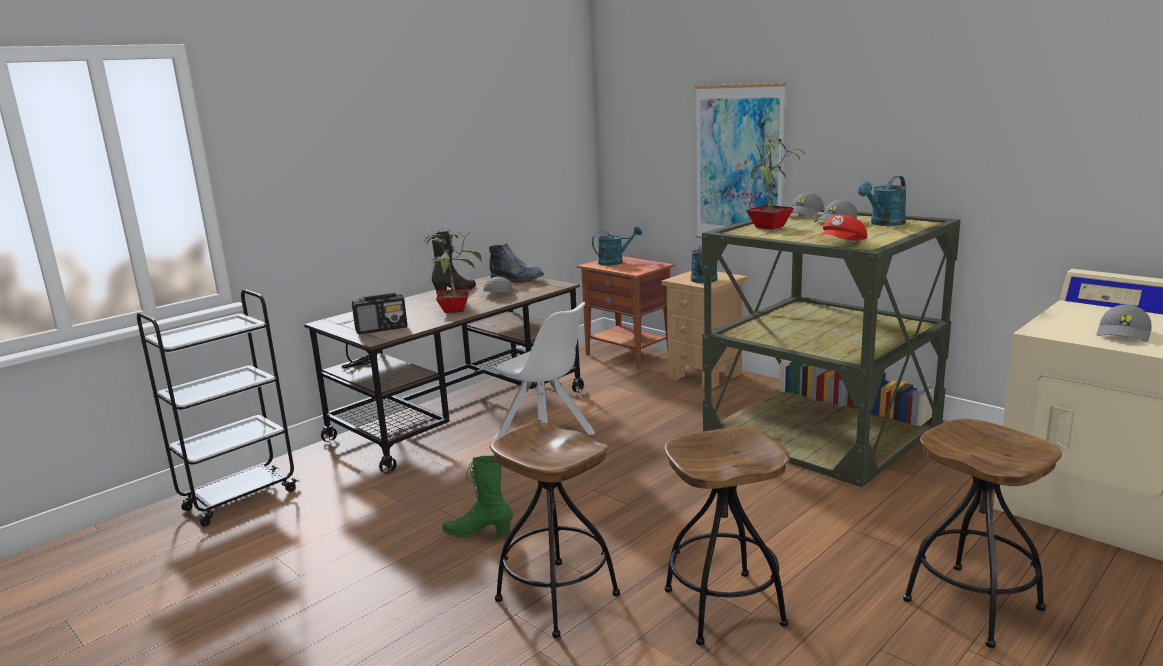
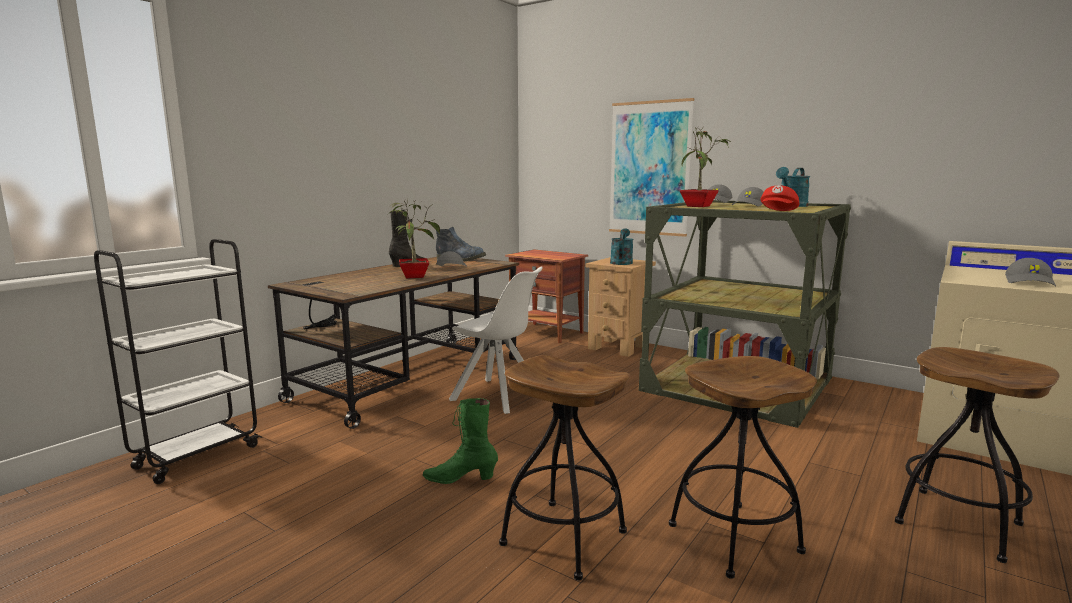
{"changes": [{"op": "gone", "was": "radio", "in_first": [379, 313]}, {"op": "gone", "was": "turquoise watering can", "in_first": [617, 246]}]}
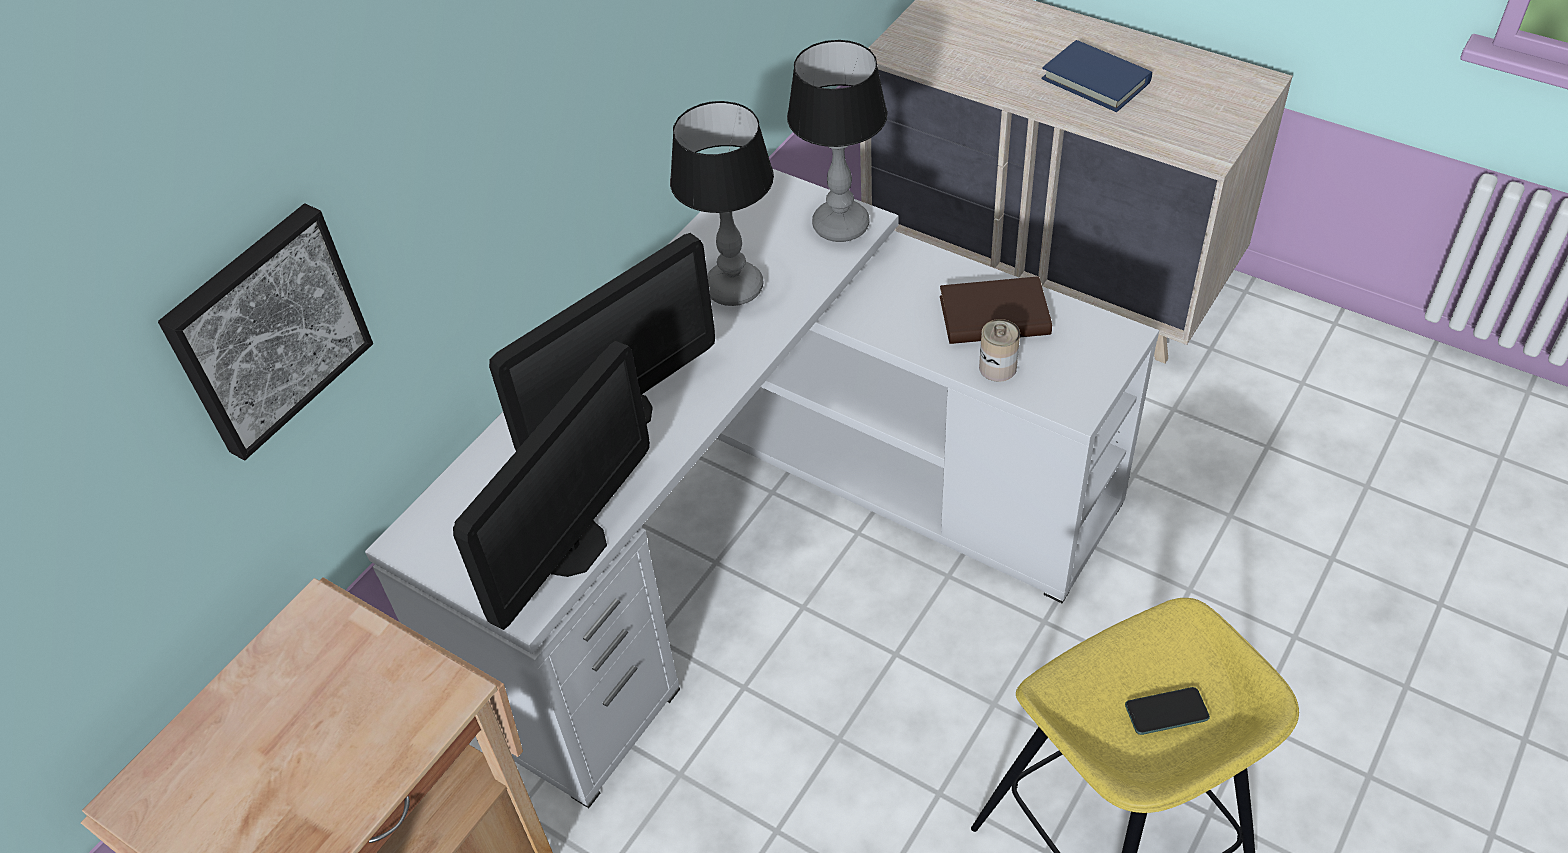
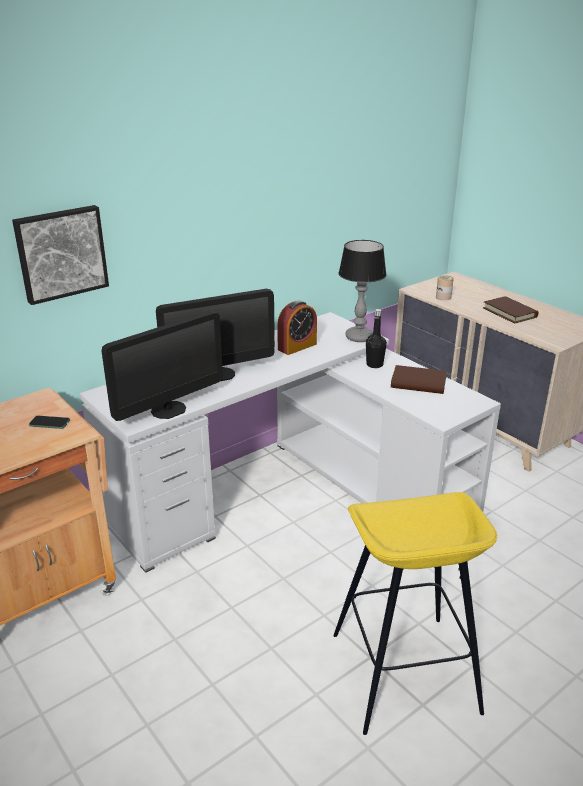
{"changes": [{"op": "swapped", "was": "table lamp", "now": "alarm clock", "in_first": [722, 203], "in_second": [297, 327]}, {"op": "shifted", "was": "can", "in_first": [999, 350], "in_second": [445, 287]}, {"op": "repainted", "was": "blue book", "now": "brown book", "in_first": [1096, 76], "in_second": [510, 310]}, {"op": "shifted", "was": "phone", "in_first": [1167, 711], "in_second": [49, 422]}, {"op": "new", "now": "black bottle", "in_second": [376, 338]}]}
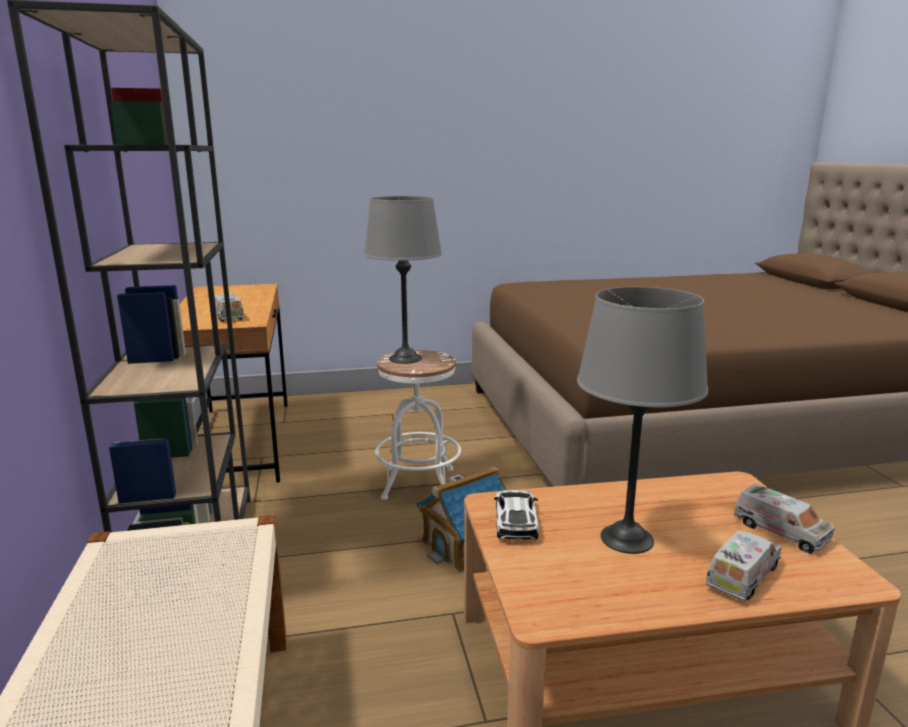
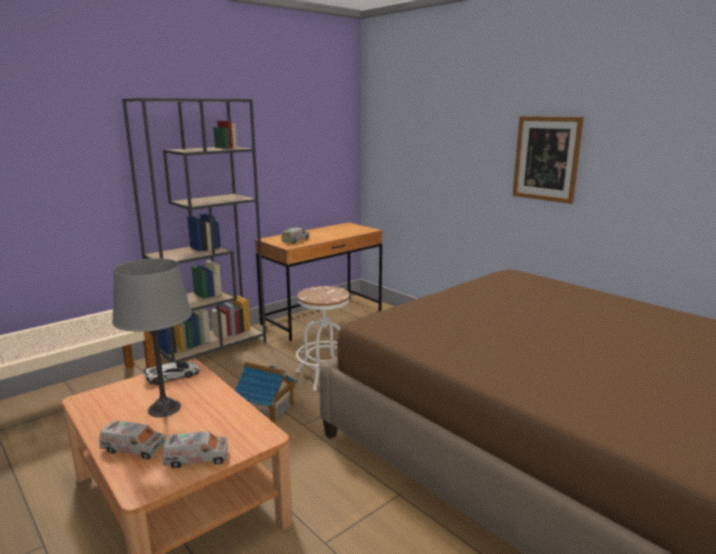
{"changes": [{"op": "gone", "was": "grey table lamp", "in_first": [403, 280]}, {"op": "rotated", "was": "toy truck", "in_first": [784, 519], "in_second": [195, 449], "clockwise": -120}, {"op": "new", "now": "picture", "in_second": [548, 160]}]}
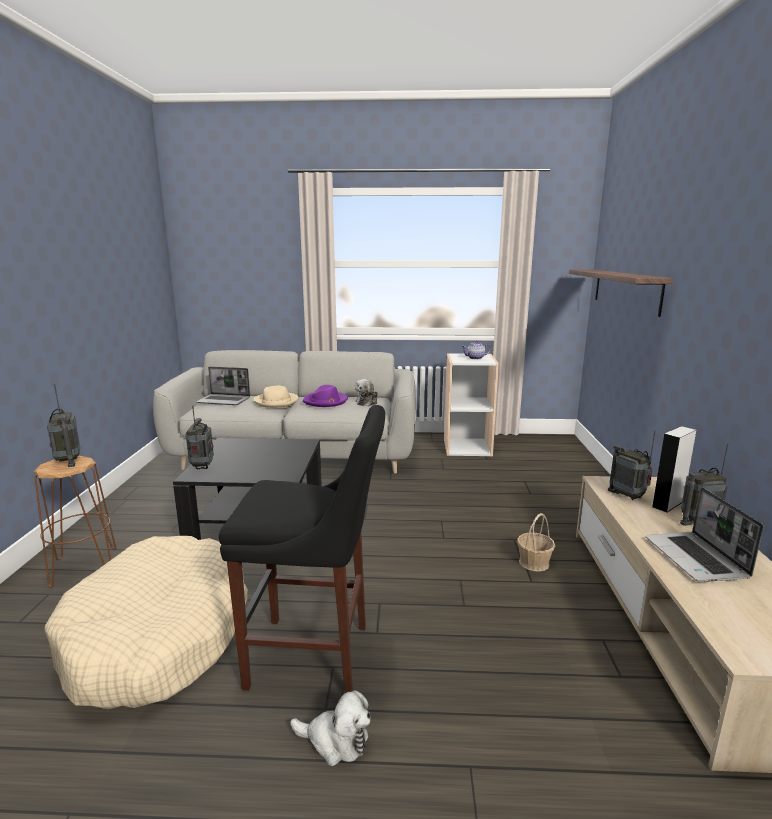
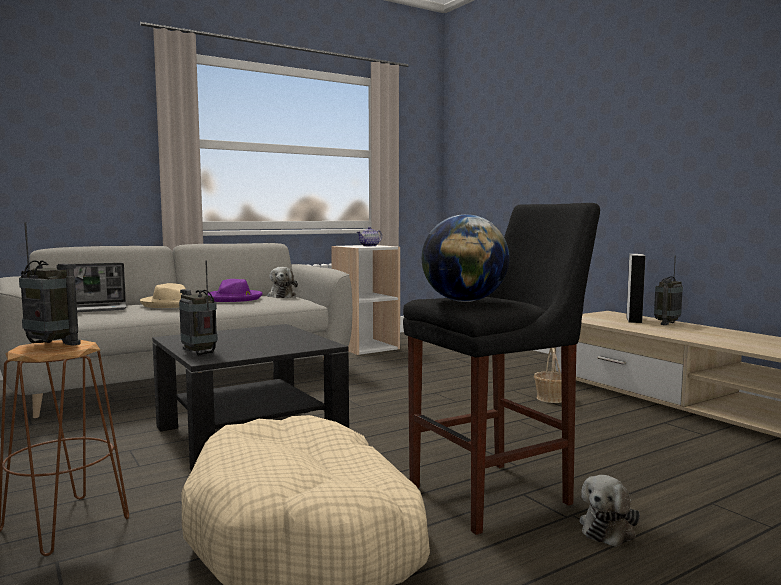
{"changes": [{"op": "rotated", "was": "plush toy", "in_first": [330, 728], "in_second": [610, 511], "clockwise": 150}, {"op": "gone", "was": "shelf", "in_first": [621, 293]}, {"op": "gone", "was": "radio", "in_first": [632, 465]}, {"op": "gone", "was": "laptop", "in_first": [705, 534]}, {"op": "new", "now": "globe", "in_second": [466, 258]}]}
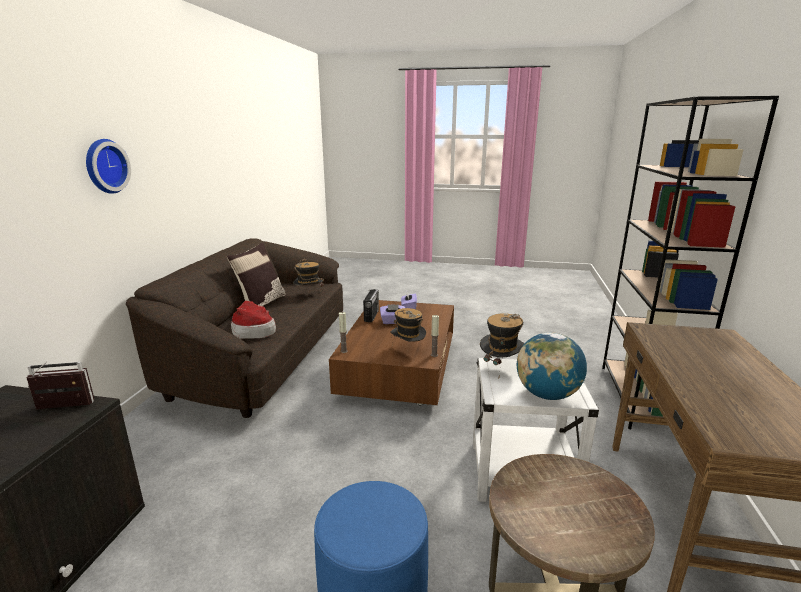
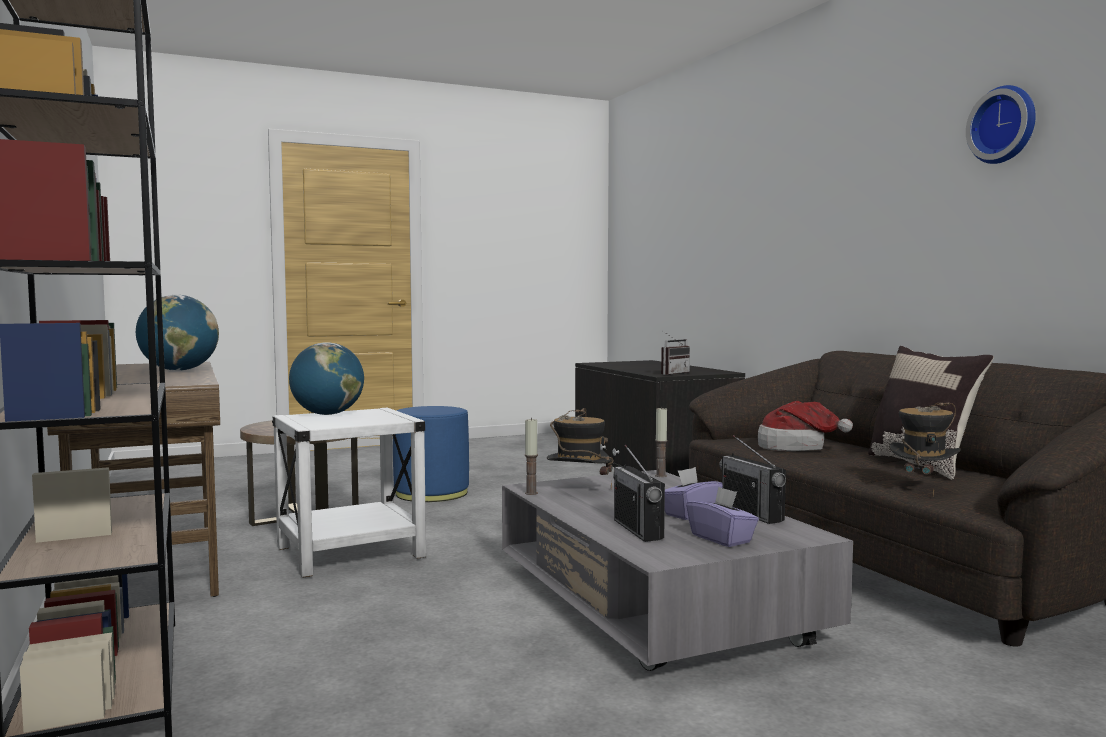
{"changes": [{"op": "shifted", "was": "wall clock", "in_first": [108, 166], "in_second": [1001, 124]}, {"op": "repainted", "was": "brown coffee table", "now": "grey coffee table", "in_first": [391, 352], "in_second": [677, 570]}, {"op": "gone", "was": "hat", "in_first": [502, 345]}, {"op": "new", "now": "globe", "in_second": [177, 333]}, {"op": "new", "now": "radio", "in_second": [639, 493]}]}
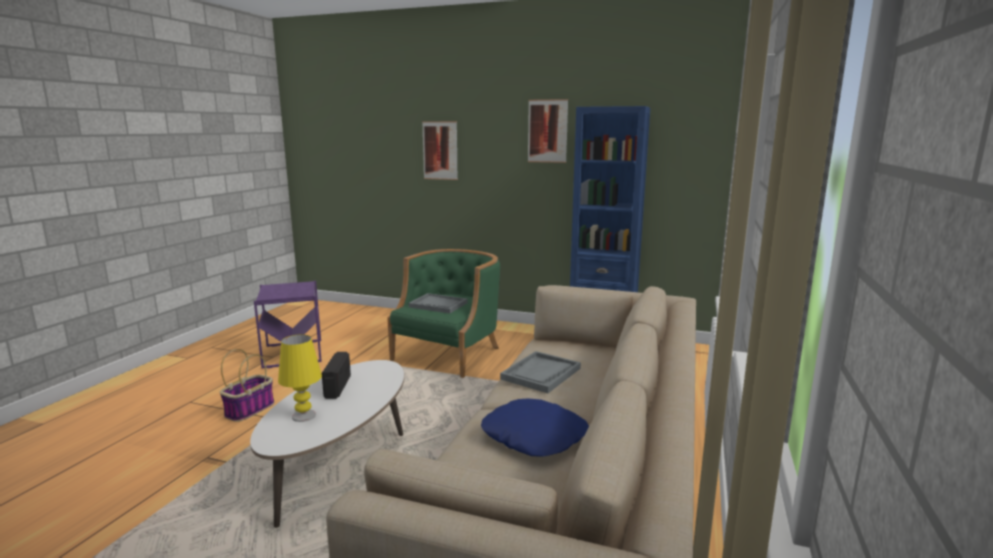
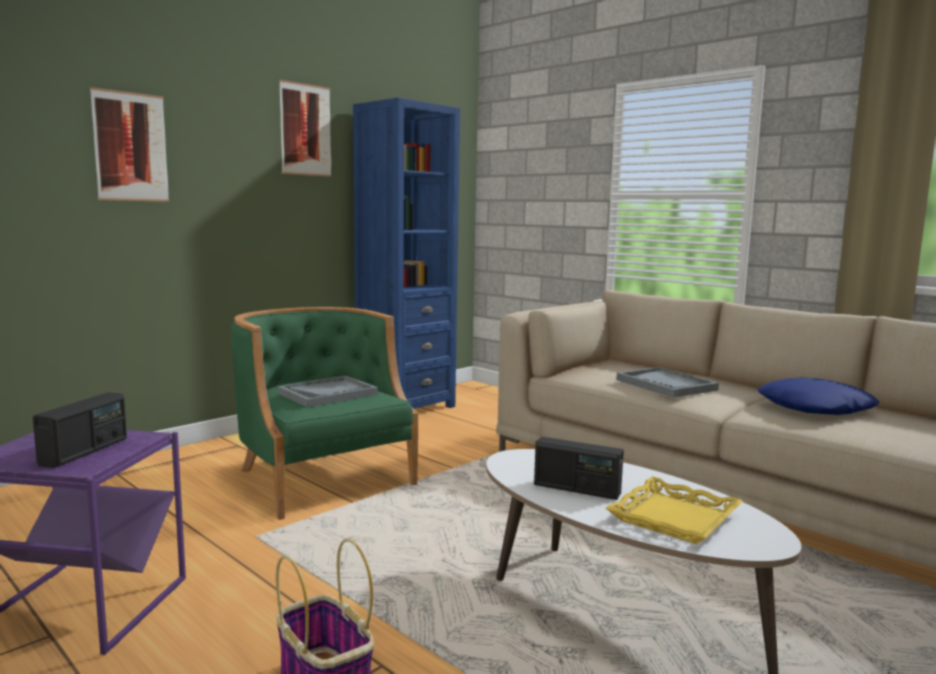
{"changes": [{"op": "swapped", "was": "yellow table lamp", "now": "yellow tray", "in_first": [300, 378], "in_second": [674, 510]}, {"op": "new", "now": "radio", "in_second": [80, 430]}]}
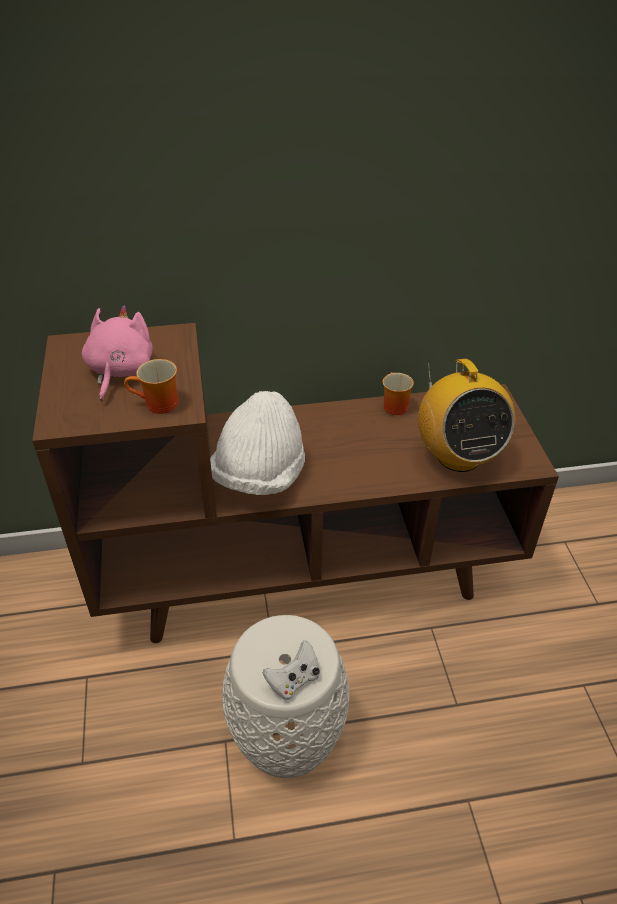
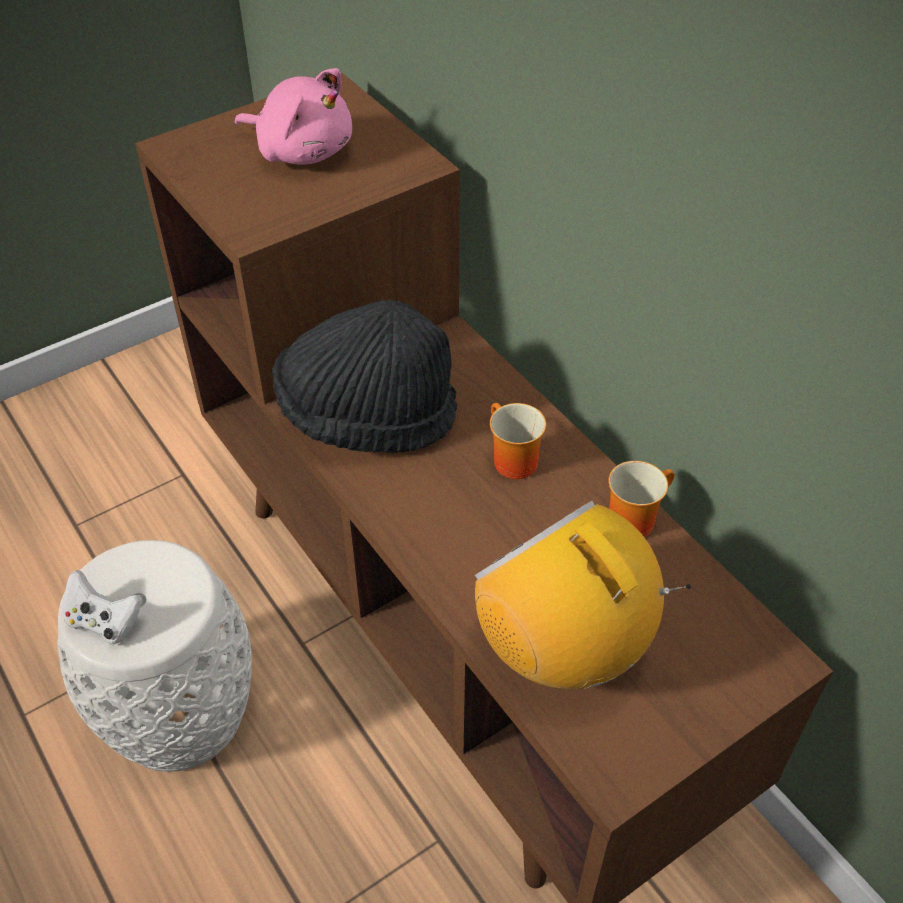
{"changes": [{"op": "rotated", "was": "pink plush toy", "in_first": [117, 353], "in_second": [293, 116], "clockwise": 45}, {"op": "shifted", "was": "mug", "in_first": [151, 386], "in_second": [518, 441]}, {"op": "repainted", "was": "white hat", "now": "black hat", "in_first": [257, 443], "in_second": [365, 376]}, {"op": "rotated", "was": "radio", "in_first": [466, 415], "in_second": [583, 595], "clockwise": 90}]}
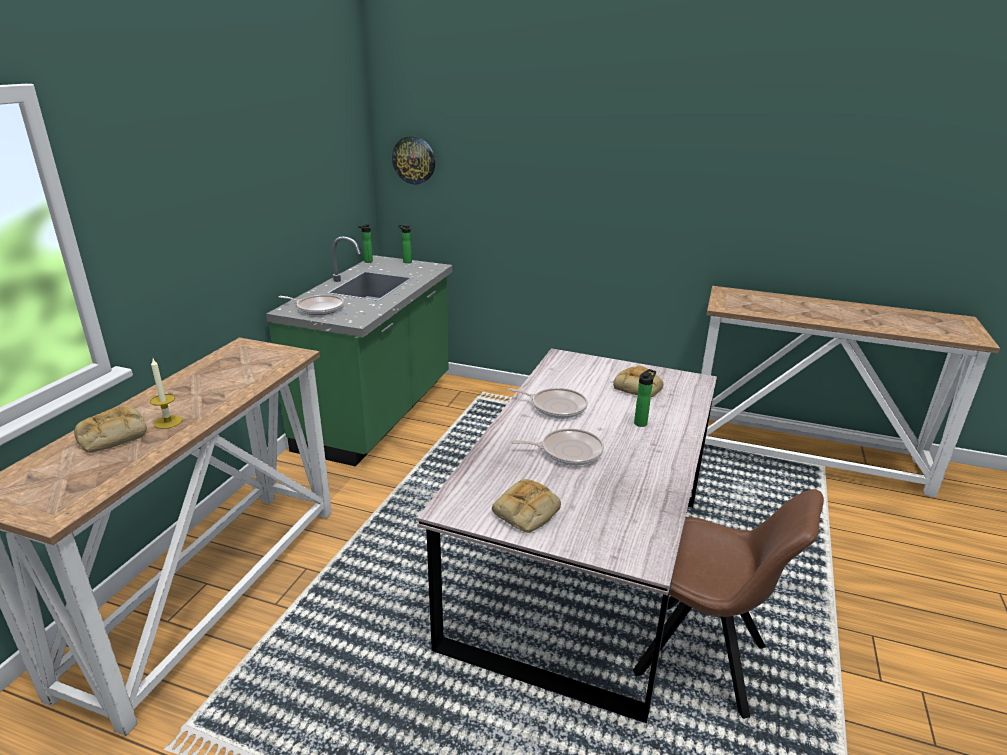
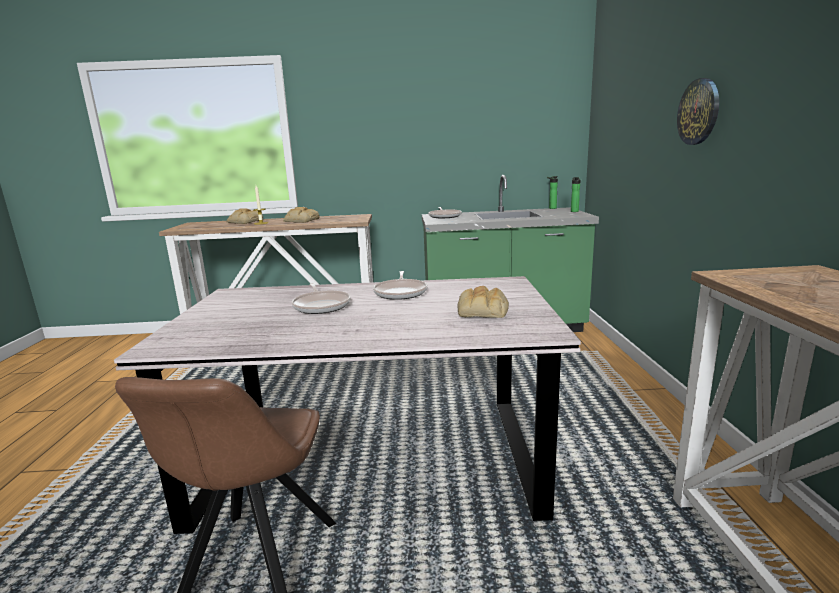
{"changes": [{"op": "shifted", "was": "wall clock", "in_first": [413, 160], "in_second": [698, 111]}, {"op": "shifted", "was": "bread", "in_first": [526, 506], "in_second": [301, 215]}, {"op": "gone", "was": "bottle", "in_first": [645, 398]}]}
